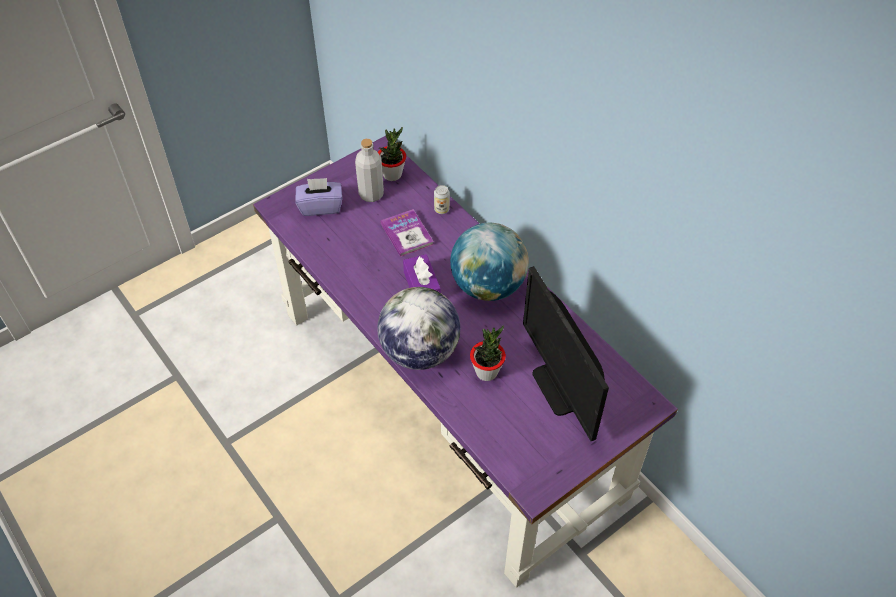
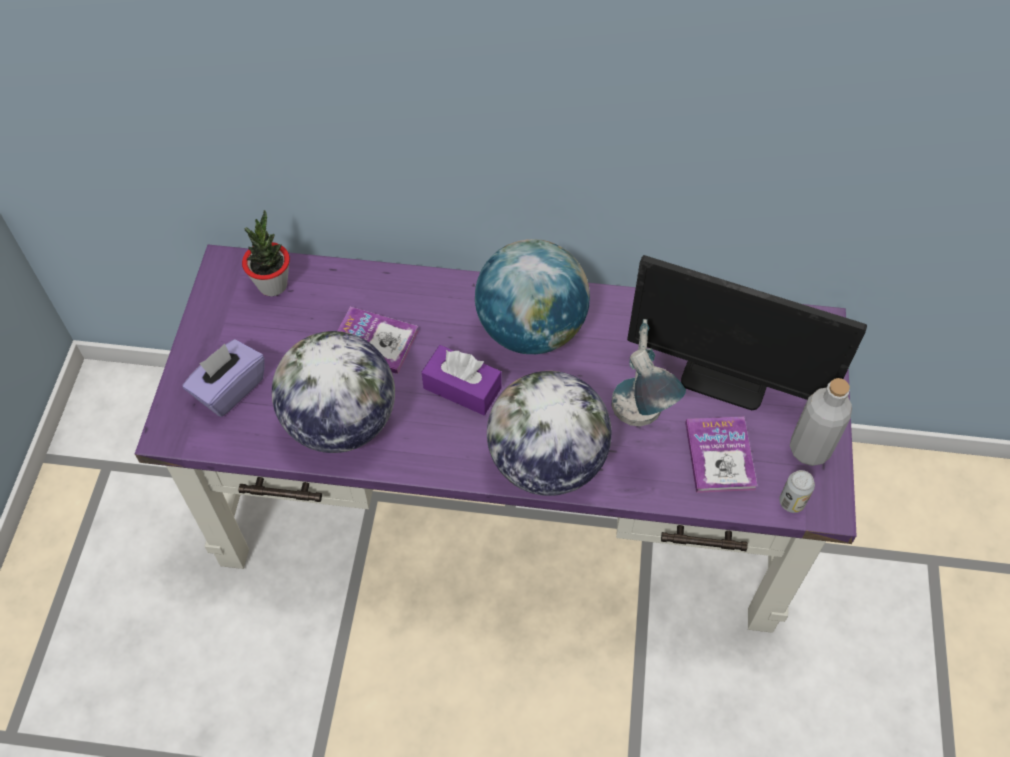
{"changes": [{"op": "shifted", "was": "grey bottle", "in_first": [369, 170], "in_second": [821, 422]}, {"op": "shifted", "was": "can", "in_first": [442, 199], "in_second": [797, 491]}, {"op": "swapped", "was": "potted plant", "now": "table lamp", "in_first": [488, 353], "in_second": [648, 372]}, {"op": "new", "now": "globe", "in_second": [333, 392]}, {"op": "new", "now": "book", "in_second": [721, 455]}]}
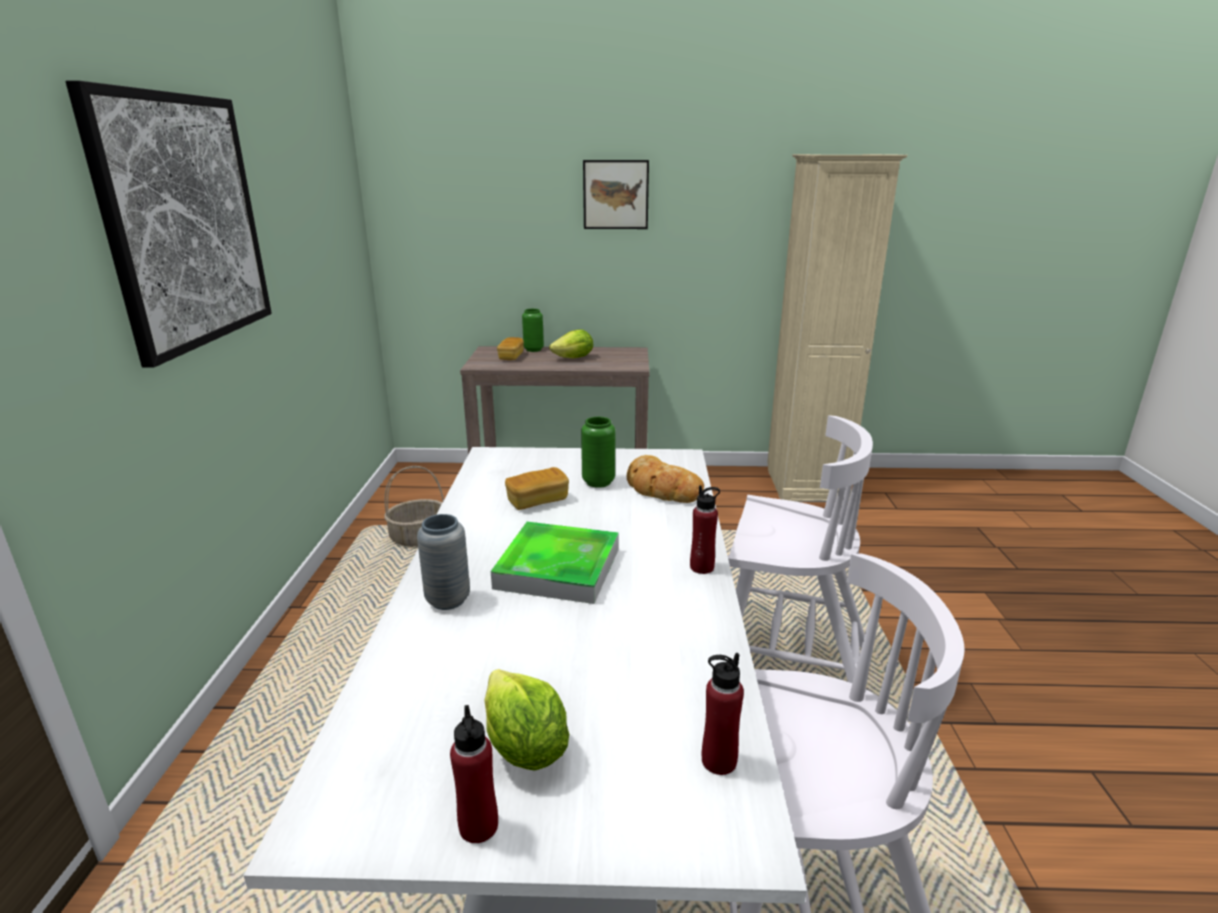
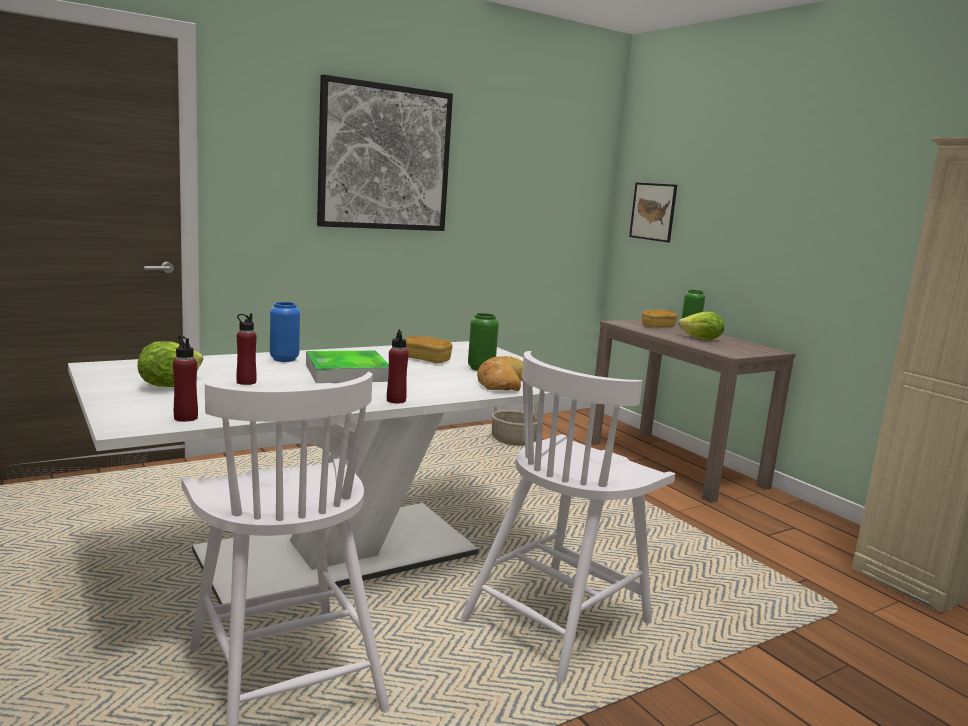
{"changes": [{"op": "repainted", "was": "grey vase", "now": "blue vase", "in_first": [443, 562], "in_second": [285, 332]}, {"op": "shifted", "was": "red bottle", "in_first": [474, 774], "in_second": [246, 349]}, {"op": "shifted", "was": "picture", "in_first": [616, 194], "in_second": [653, 212]}, {"op": "rotated", "was": "white chair", "in_first": [800, 549], "in_second": [567, 517], "clockwise": 60}]}
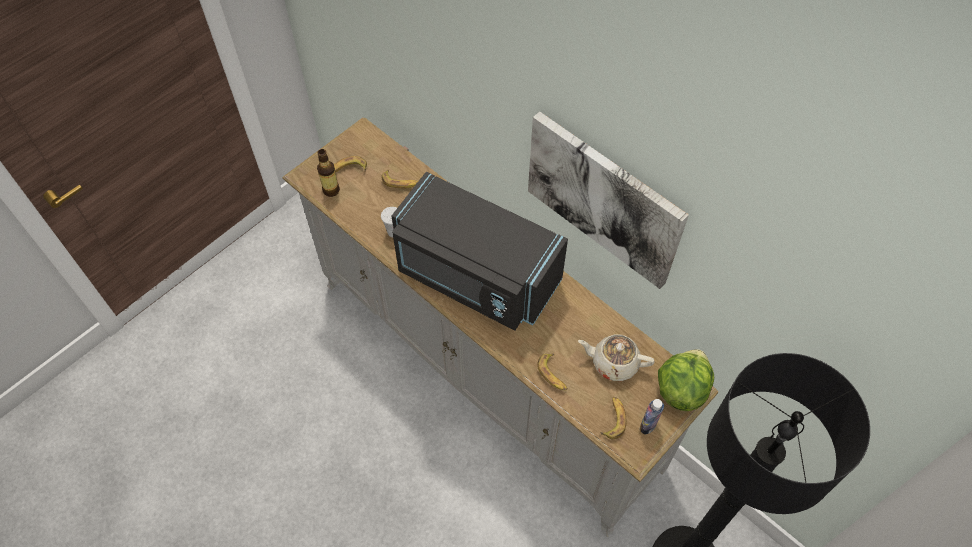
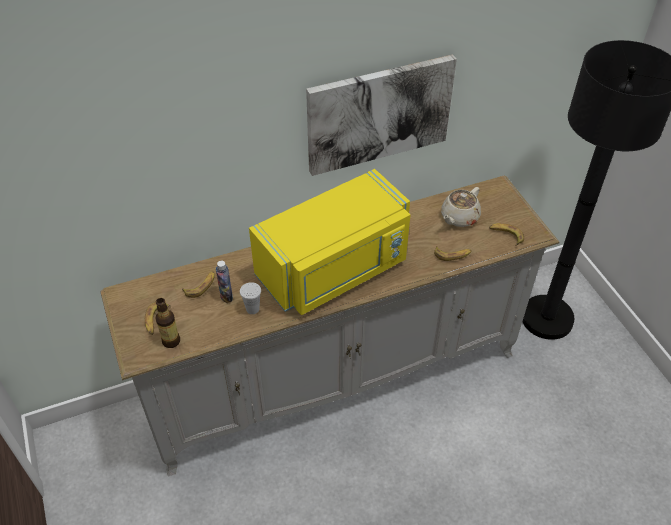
{"changes": [{"op": "repainted", "was": "black microwave", "now": "yellow microwave", "in_first": [480, 251], "in_second": [329, 242]}, {"op": "shifted", "was": "bottle", "in_first": [652, 417], "in_second": [224, 282]}, {"op": "gone", "was": "lettuce", "in_first": [686, 380]}]}
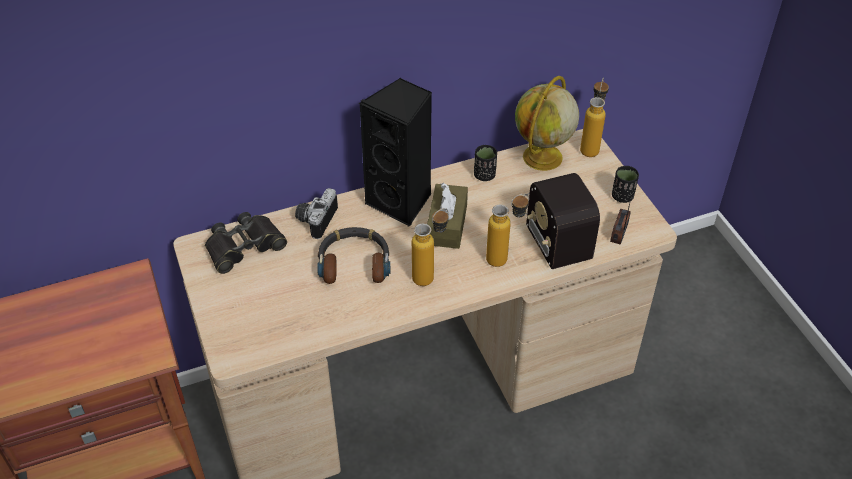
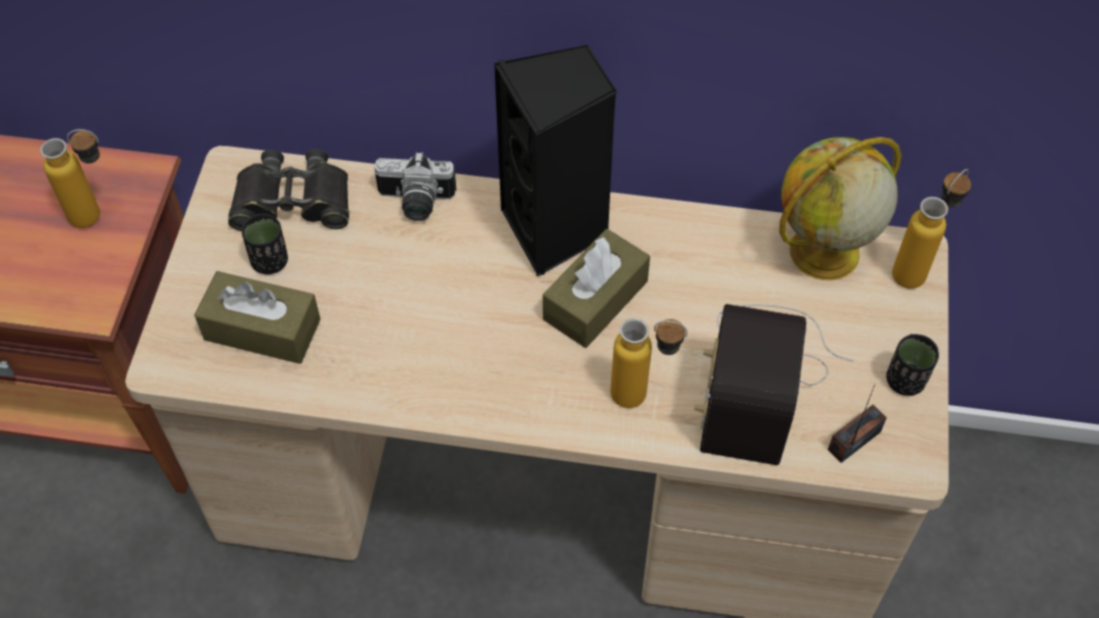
{"changes": [{"op": "rotated", "was": "photo camera", "in_first": [316, 213], "in_second": [416, 186], "clockwise": -135}, {"op": "gone", "was": "headphones", "in_first": [353, 255]}, {"op": "shifted", "was": "bottle", "in_first": [430, 247], "in_second": [70, 178]}, {"op": "shifted", "was": "black cup", "in_first": [485, 163], "in_second": [265, 244]}, {"op": "new", "now": "brown tissue box", "in_second": [257, 317]}]}
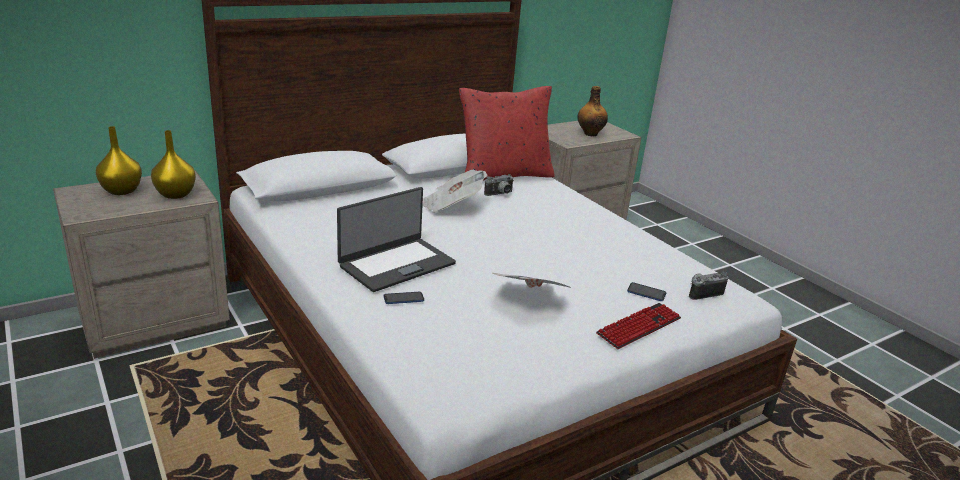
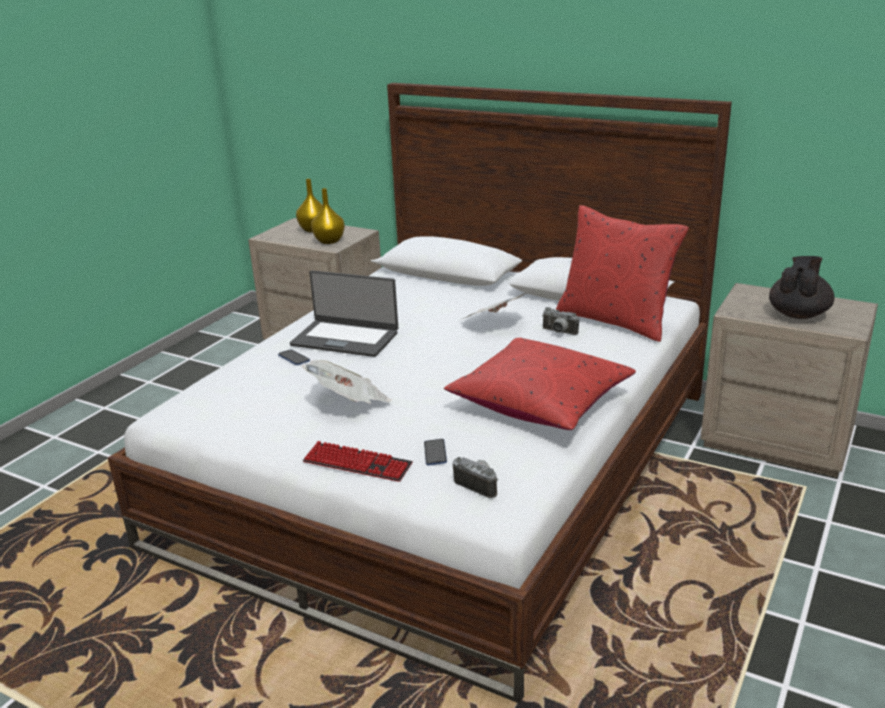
{"changes": [{"op": "swapped", "was": "bottle", "now": "black teapot", "in_first": [592, 111], "in_second": [801, 287]}, {"op": "new", "now": "red pillow", "in_second": [540, 384]}]}
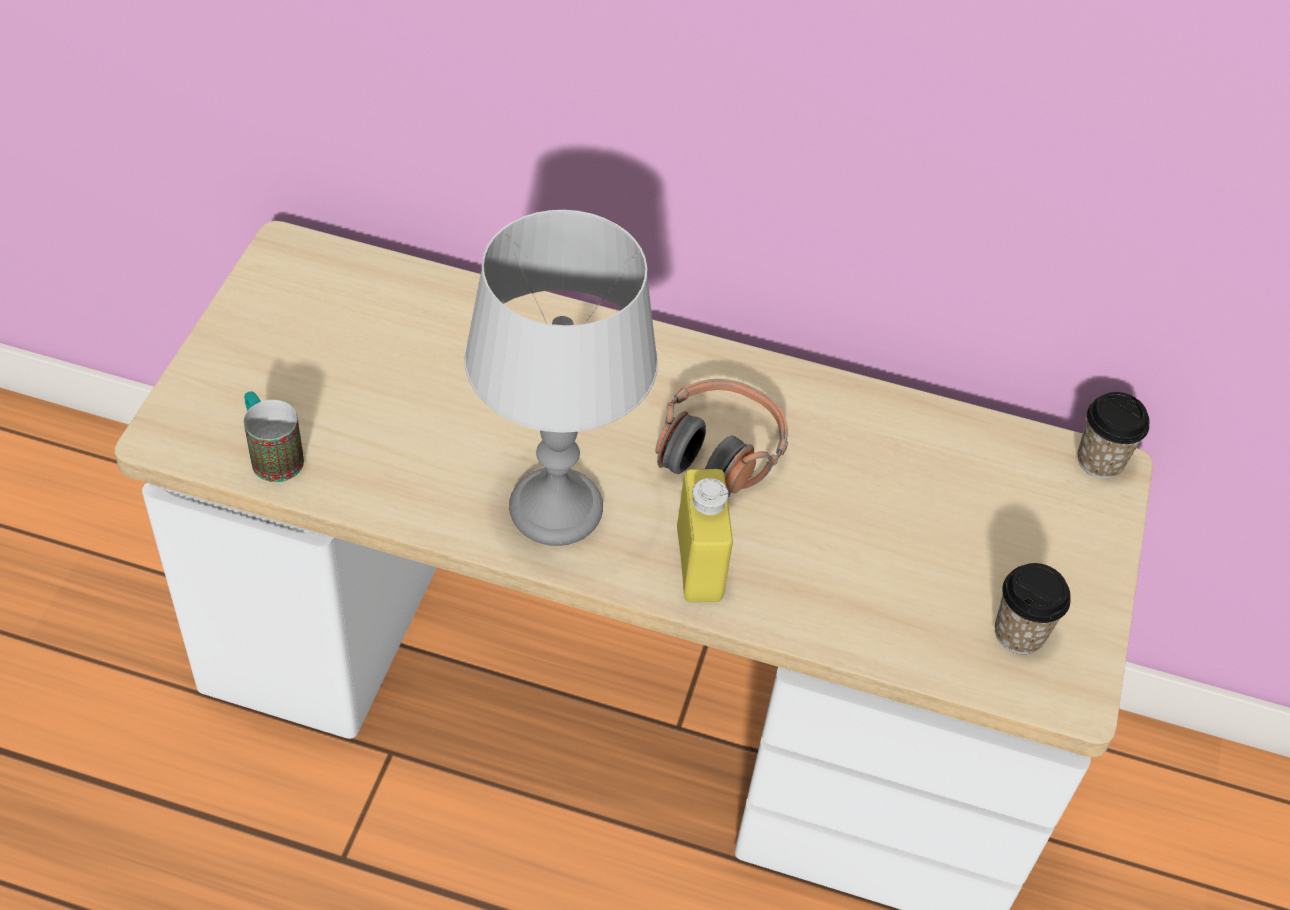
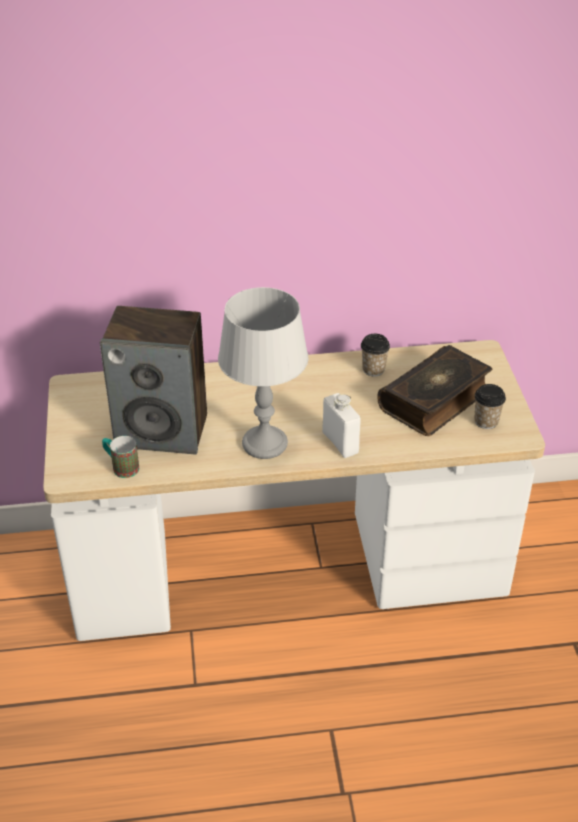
{"changes": [{"op": "gone", "was": "headphones", "in_first": [721, 436]}, {"op": "repainted", "was": "yellow bottle", "now": "white bottle", "in_first": [705, 536], "in_second": [341, 425]}, {"op": "shifted", "was": "cup", "in_first": [1113, 435], "in_second": [375, 355]}, {"op": "new", "now": "speaker", "in_second": [153, 380]}, {"op": "new", "now": "book", "in_second": [434, 390]}]}
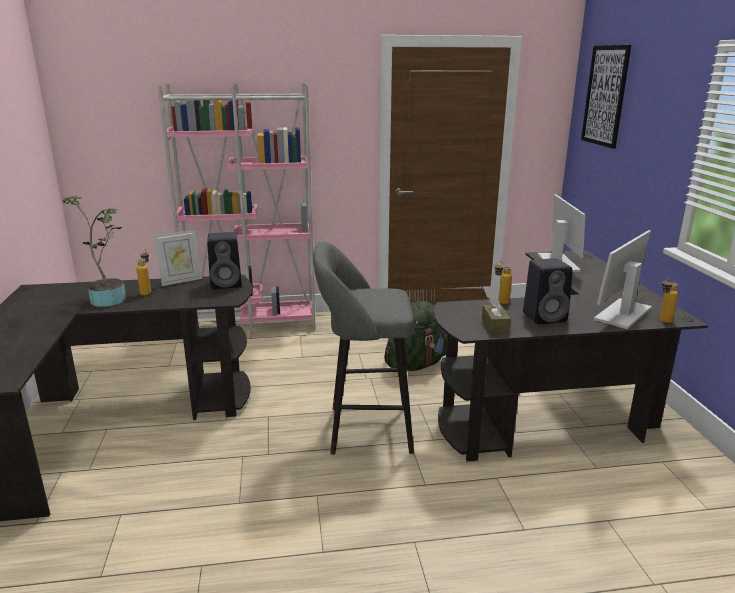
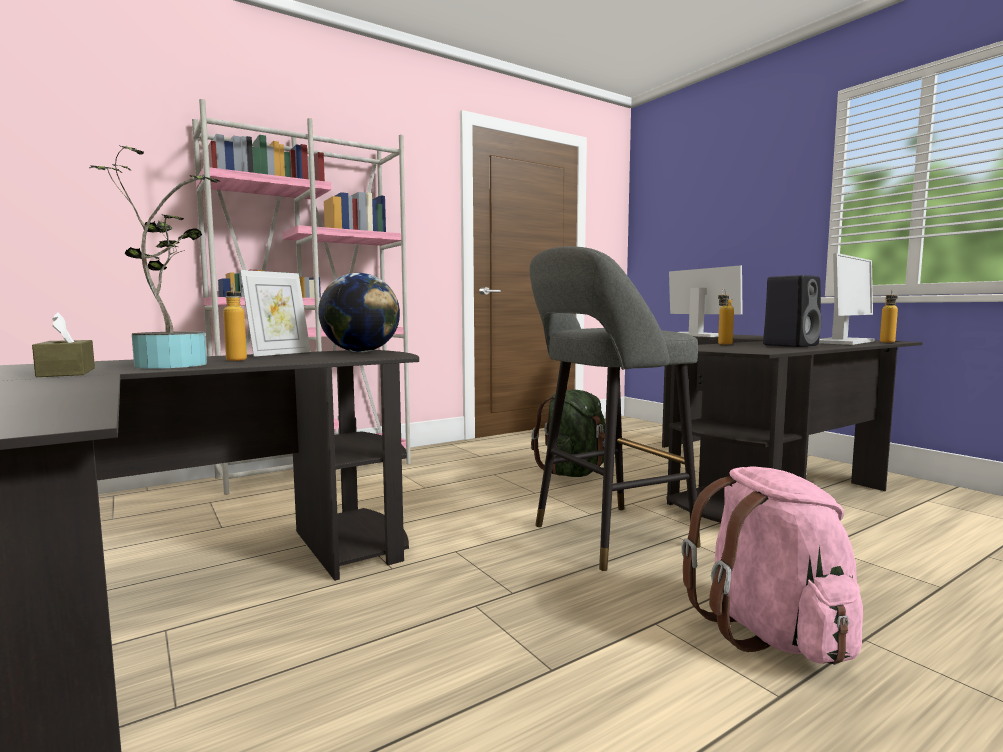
{"changes": [{"op": "swapped", "was": "black speaker", "now": "globe", "in_first": [224, 260], "in_second": [359, 312]}, {"op": "shifted", "was": "brown tissue box", "in_first": [496, 315], "in_second": [63, 344]}, {"op": "gone", "was": "picture", "in_first": [606, 97]}, {"op": "rotated", "was": "monitor", "in_first": [623, 279], "in_second": [847, 299], "clockwise": -150}, {"op": "new", "now": "pink backpack", "in_second": [772, 565]}]}
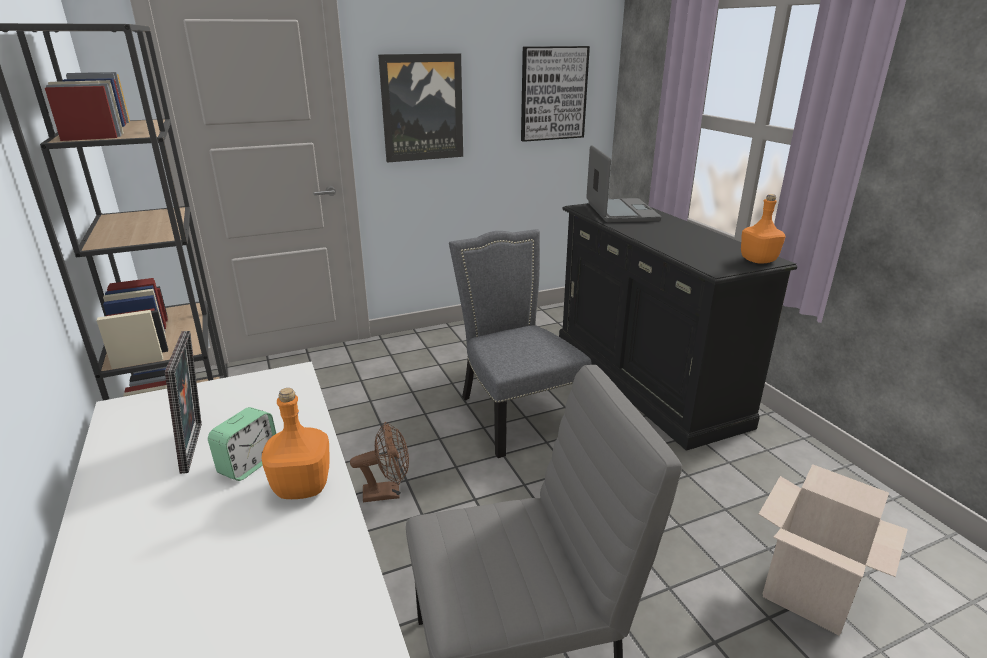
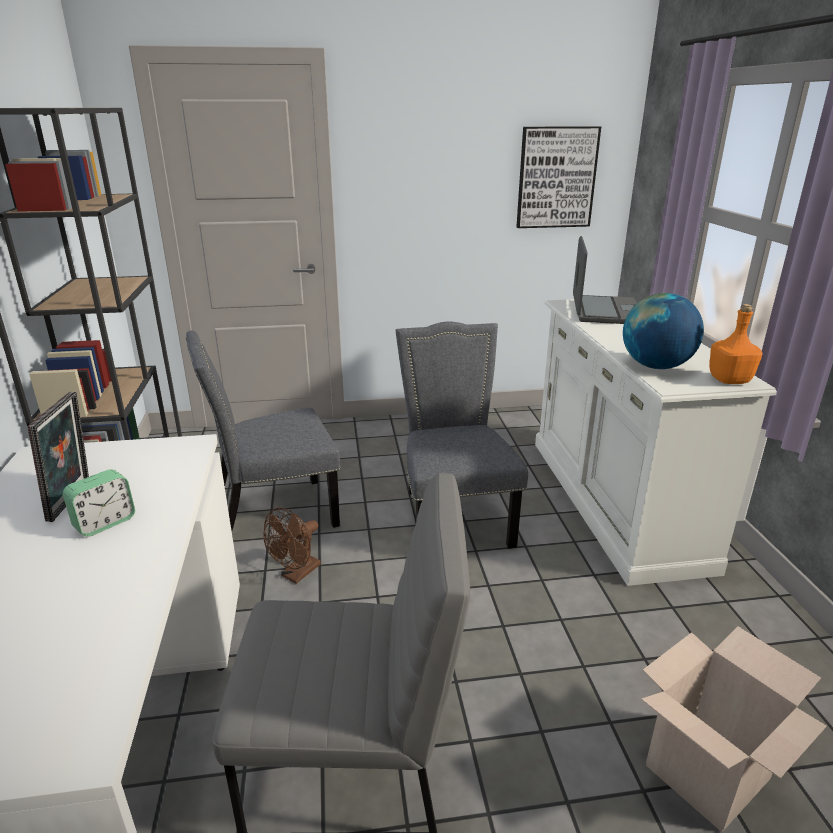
{"changes": [{"op": "gone", "was": "orange bottle", "in_first": [295, 443]}, {"op": "rotated", "was": "brown fan", "in_first": [379, 462], "in_second": [292, 546], "clockwise": 120}, {"op": "gone", "was": "picture", "in_first": [420, 108]}, {"op": "repainted", "was": "black cabinet", "now": "white cabinet", "in_first": [678, 327], "in_second": [656, 442]}, {"op": "new", "now": "grey chair", "in_second": [263, 430]}, {"op": "new", "now": "globe", "in_second": [663, 331]}]}
